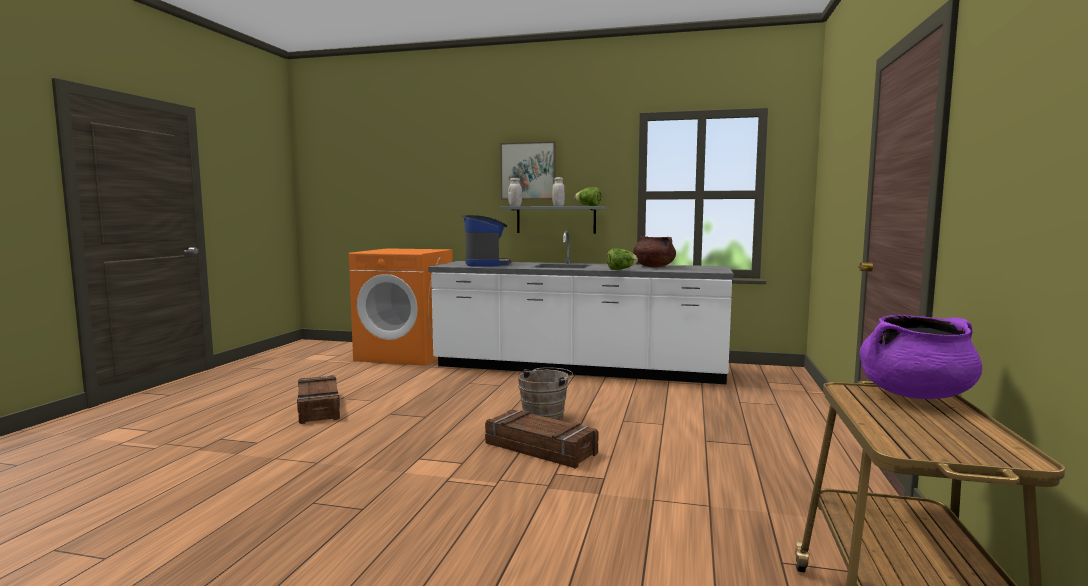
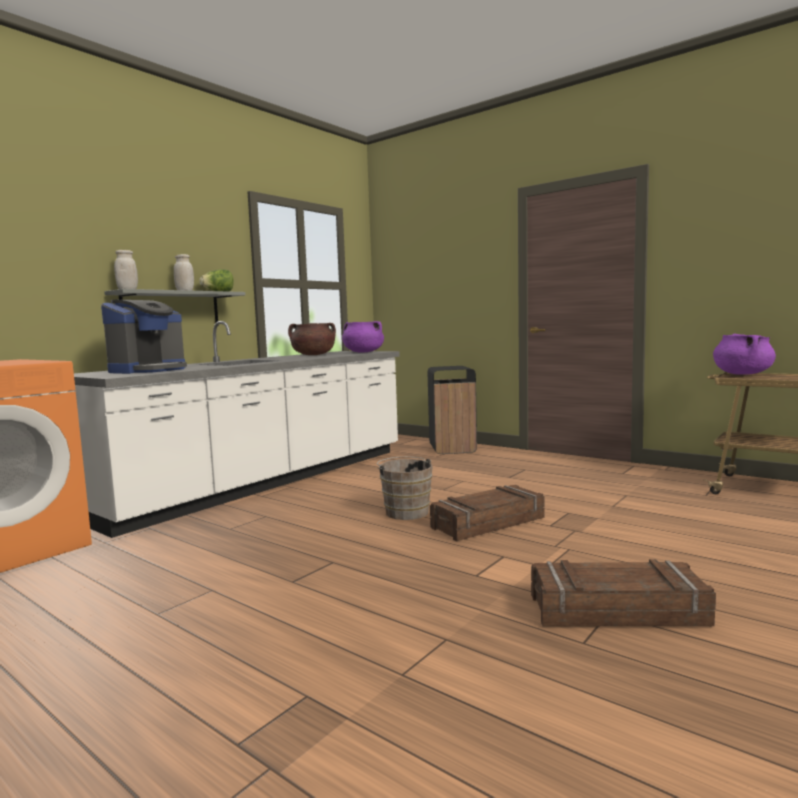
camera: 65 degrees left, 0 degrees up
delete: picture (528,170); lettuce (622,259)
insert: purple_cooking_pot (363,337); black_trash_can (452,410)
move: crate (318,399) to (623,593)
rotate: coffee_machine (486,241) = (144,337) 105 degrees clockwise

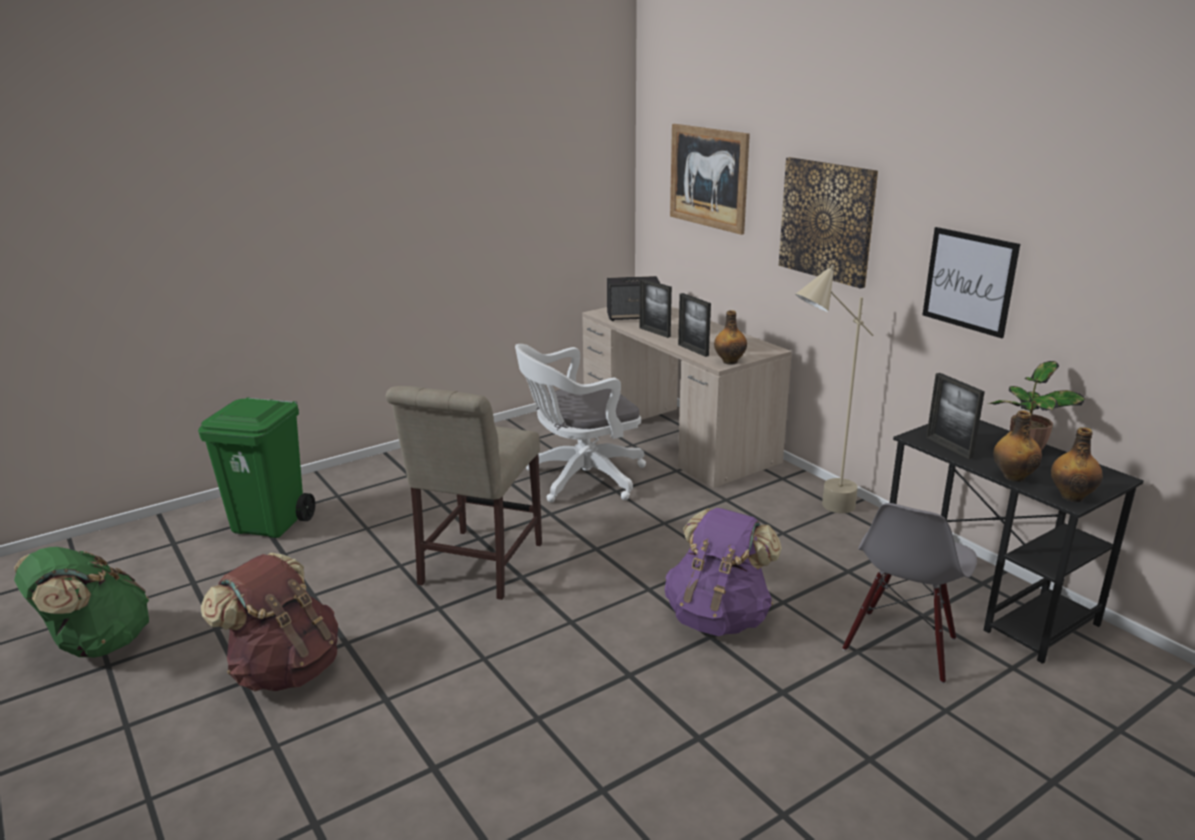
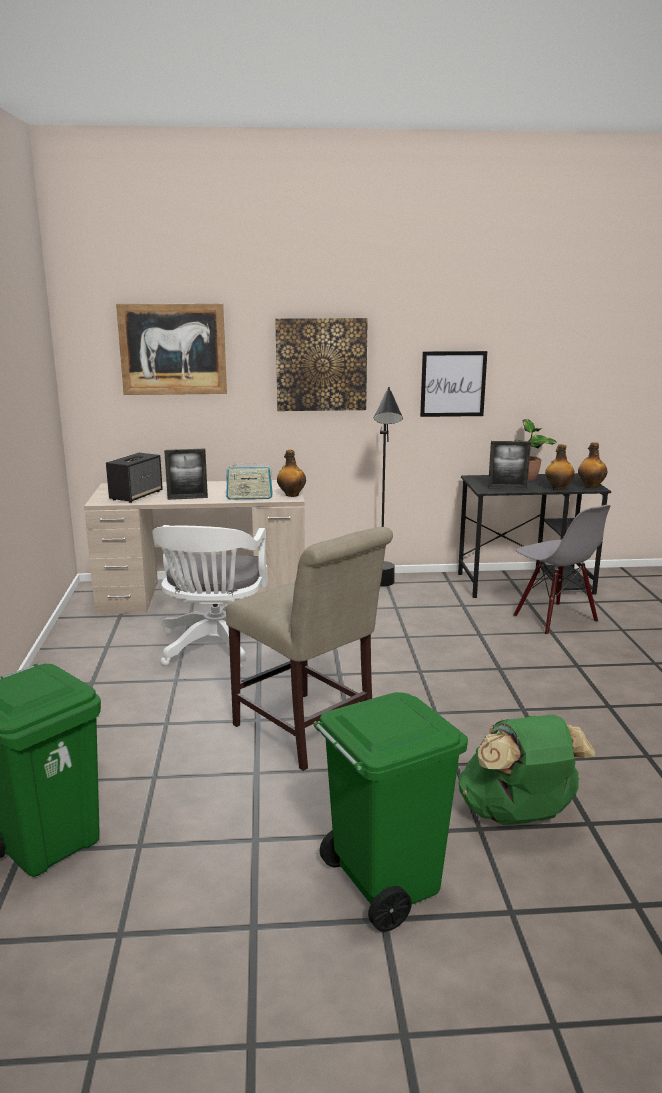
camera: 60 degrees left, 5 degrees down
delete: purple_backpack (723,572)
move: green_backpack (81,602) to (527,769)
replace: picture_frame (694,325) to radio (249,480); brown_backpack (269,622) to green_trash_can (390,812)
recolor: beige_floor_lamp (834,389) to black_floor_lamp (388,487)

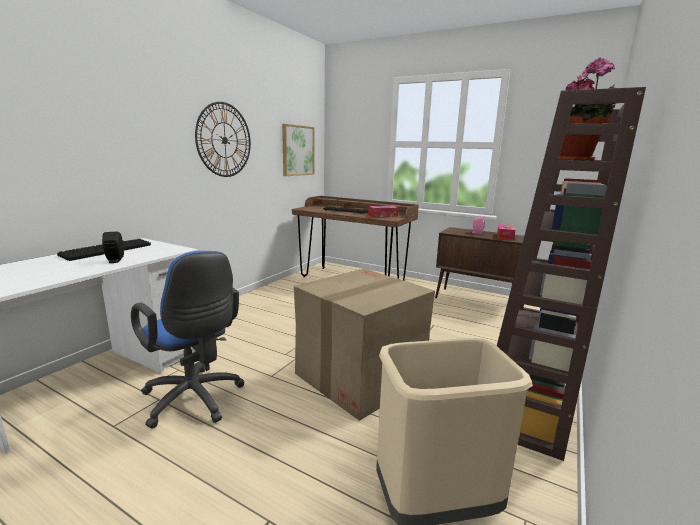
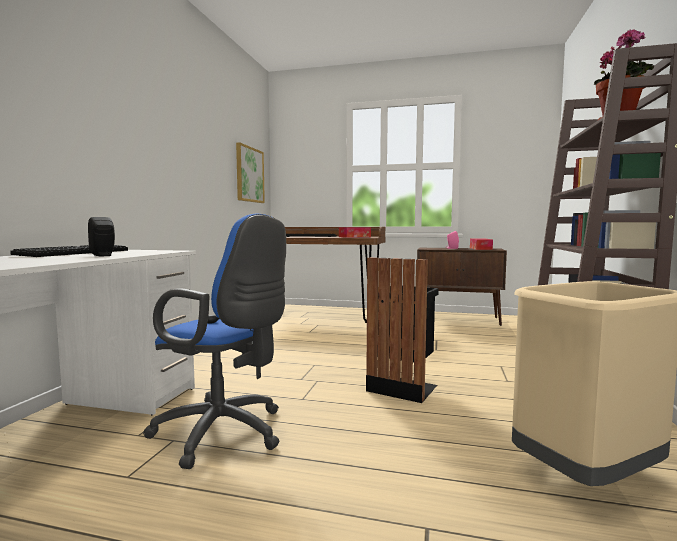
camera: 15 degrees left, 10 degrees down
delete: wall_clock (223,139)
replace: cardboard_box (364,344) to black_trash_can (402,330)

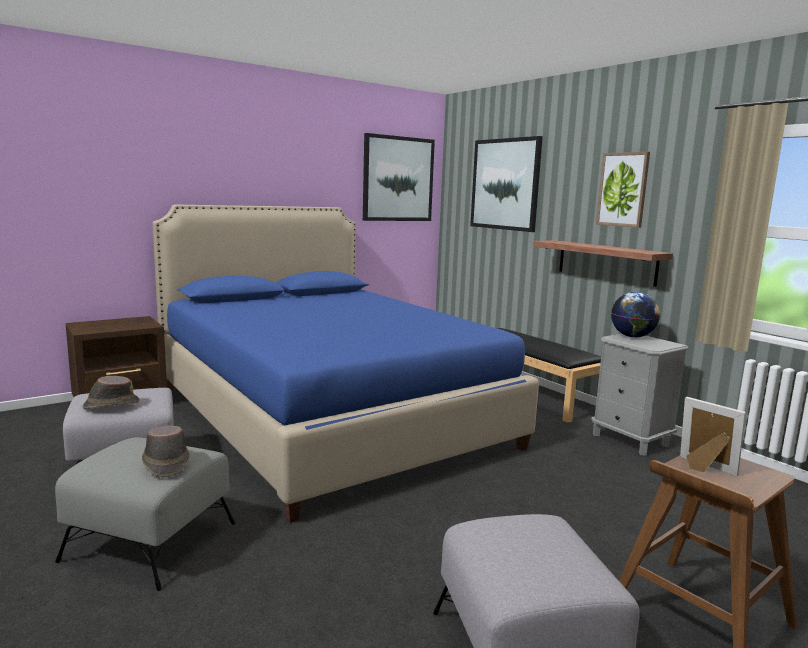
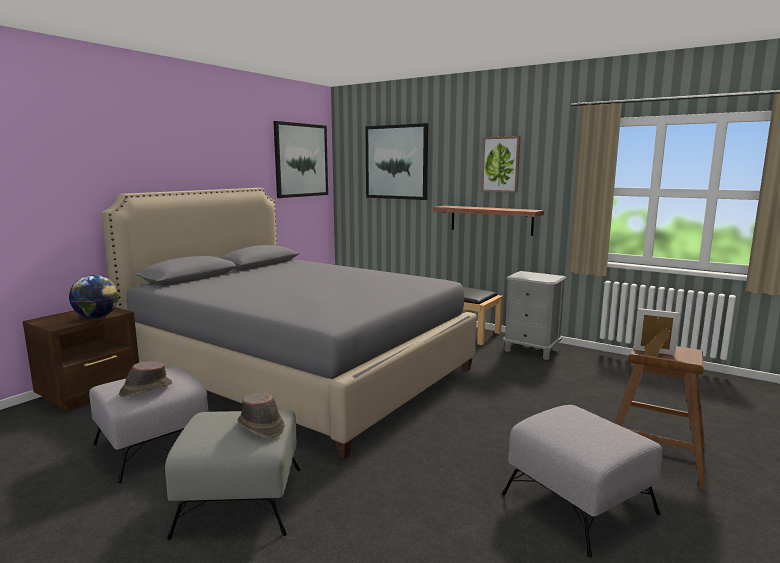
camera: 20 degrees left, 0 degrees up
move: globe (635,314) to (94,296)
recolor: blue_bed (345,363) to grey_bed (289,323)

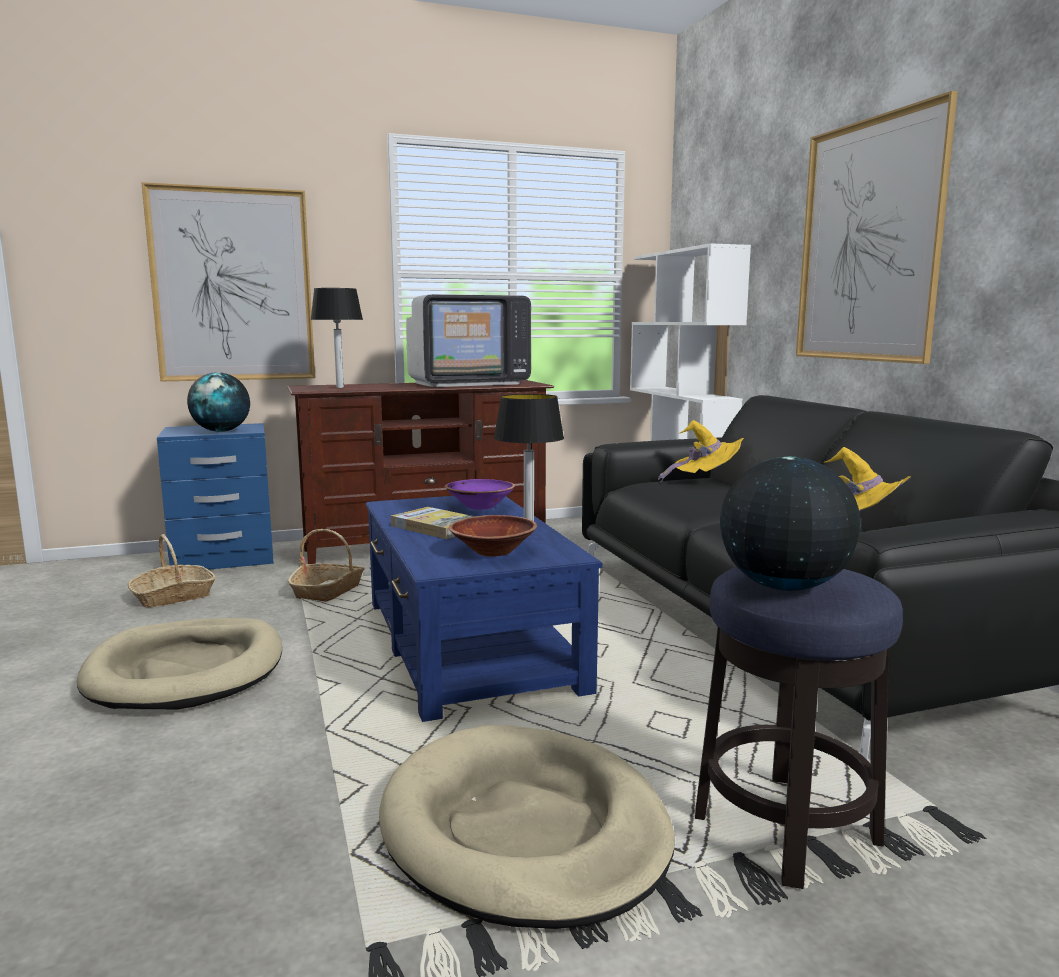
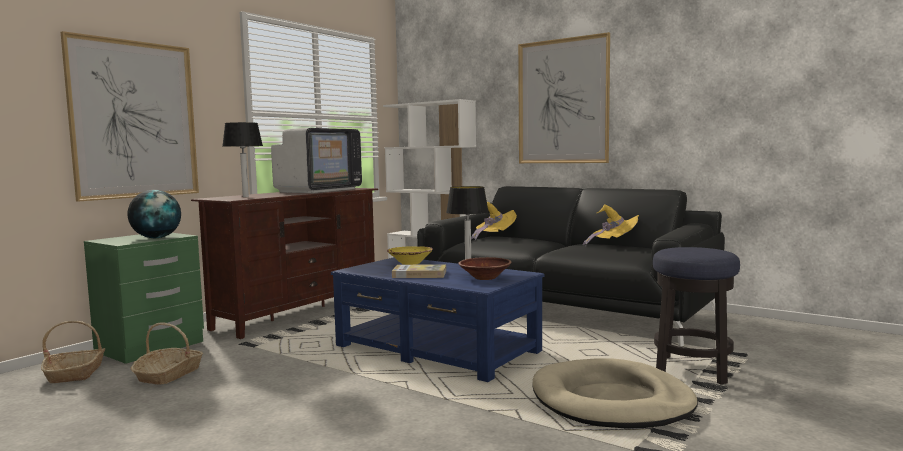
camera: 35 degrees left, 5 degrees down
delete: beige_dog_bed (179,664); globe (790,524)
move: basket (326,565) to (73,352)
recolor: blue_nightstand (215,496) to green_nightstand (144,298); purple_bowl (480,494) to yellow_bowl (410,255)

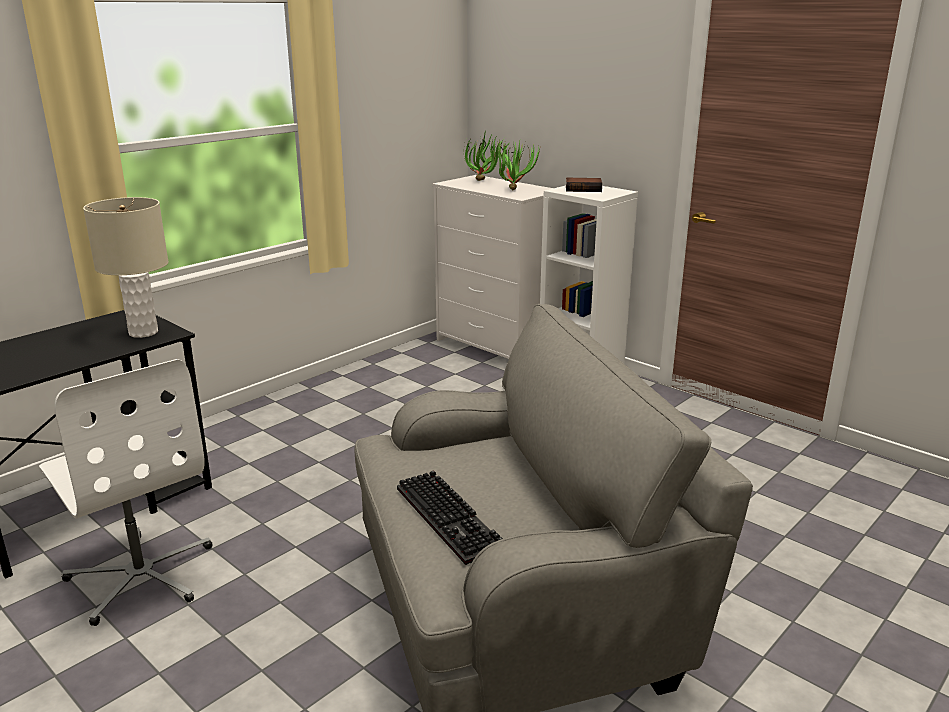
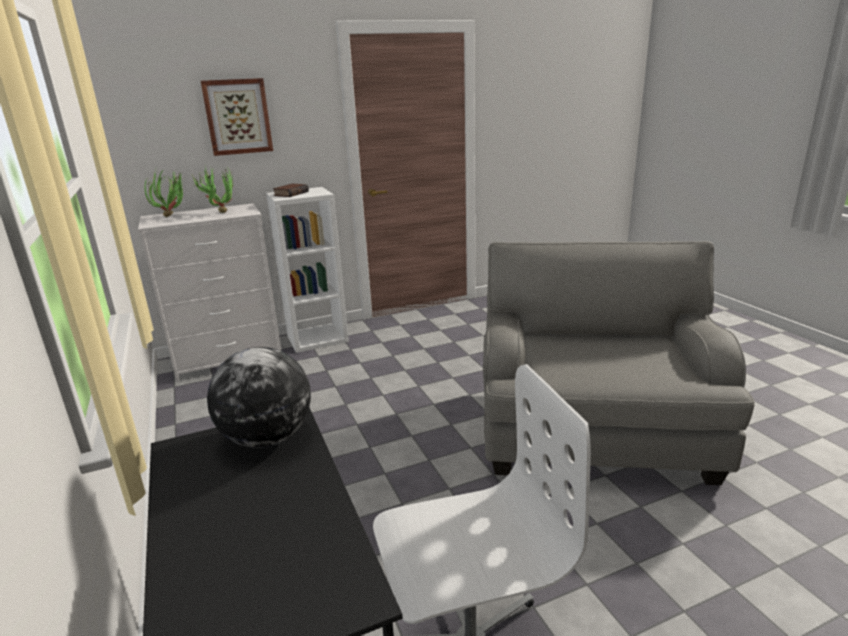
camera: 65 degrees left, 0 degrees up
delete: keyboard (450,517)
insert: picture (237,117)
replace: beige_table_lamp (126,267) to globe (259,397)

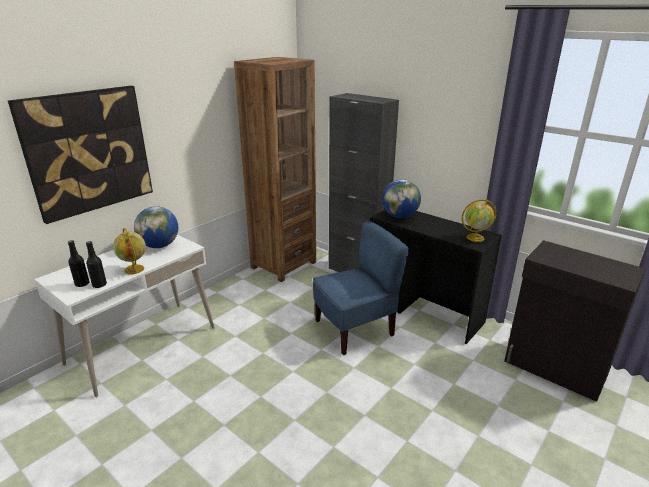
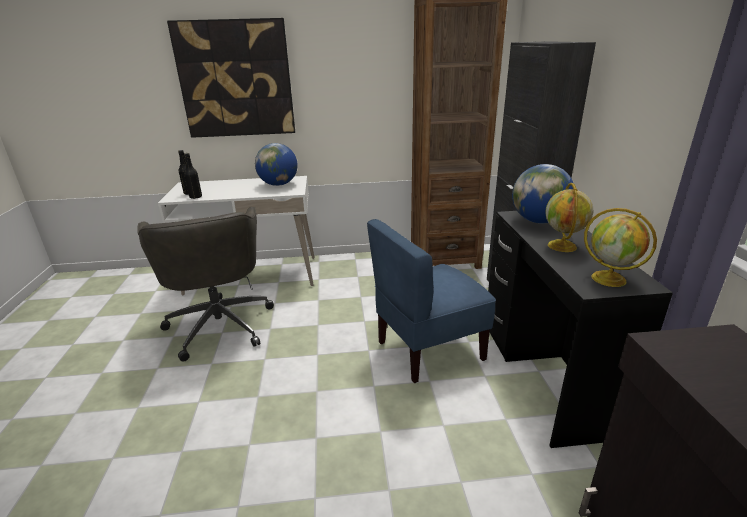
camera: 45 degrees right, 0 degrees up
insert: grey_office_chair (205,284)
move: globe (129,251) to (569,217)
rotate: blue_chair (361,288) = (431,301) 135 degrees clockwise

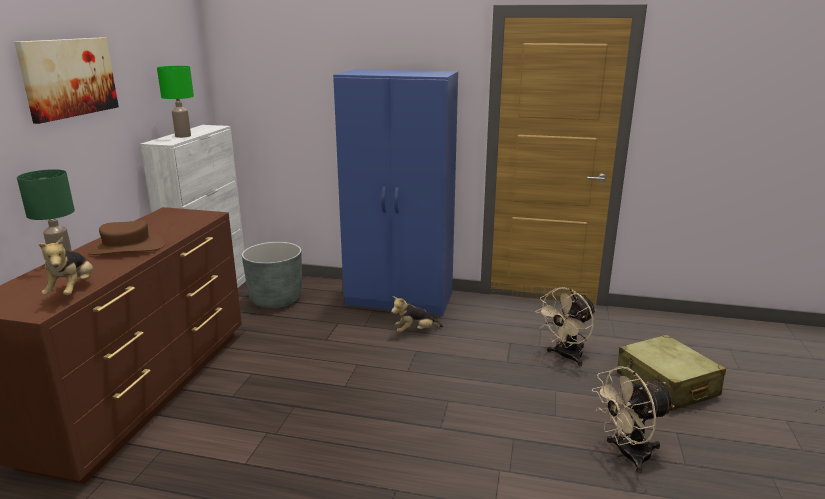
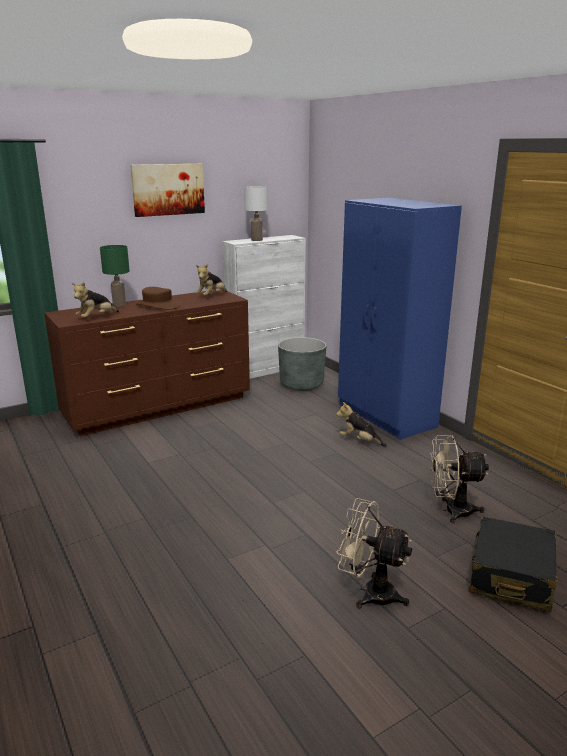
camera: 45 degrees right, 0 degrees up
insert: plush_toy (211,280)
recolor: green_table_lamp (175,102) to white_table_lamp (256,213); beige_suitcase (671,372) to black_suitcase (513,564)

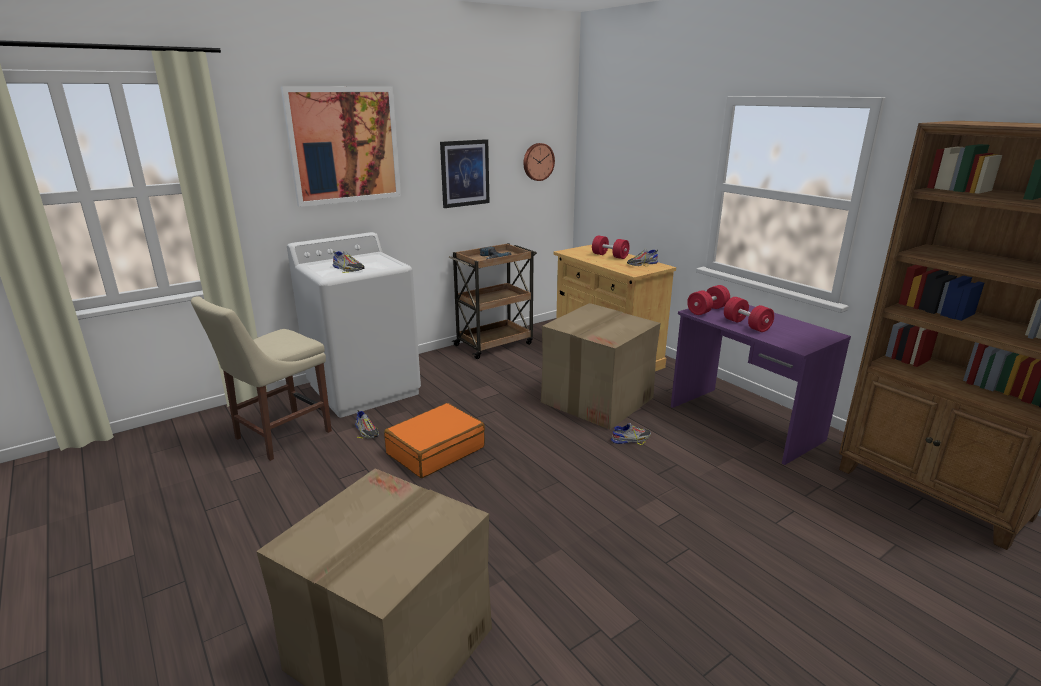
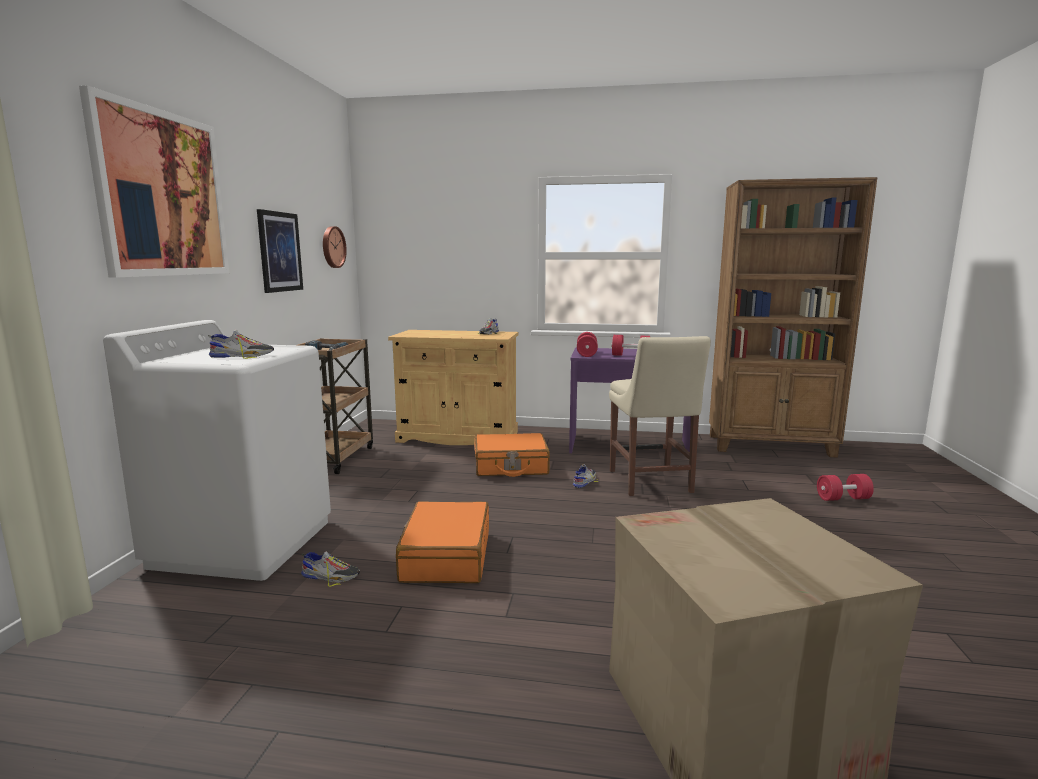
camera: 45 degrees left, 10 degrees down
move: beige_chair (261,378) to (660,416); red_dumbbell (611,247) to (845,487)
replace: cardboard_box (601,366) to orange_suitcase (512,455)

